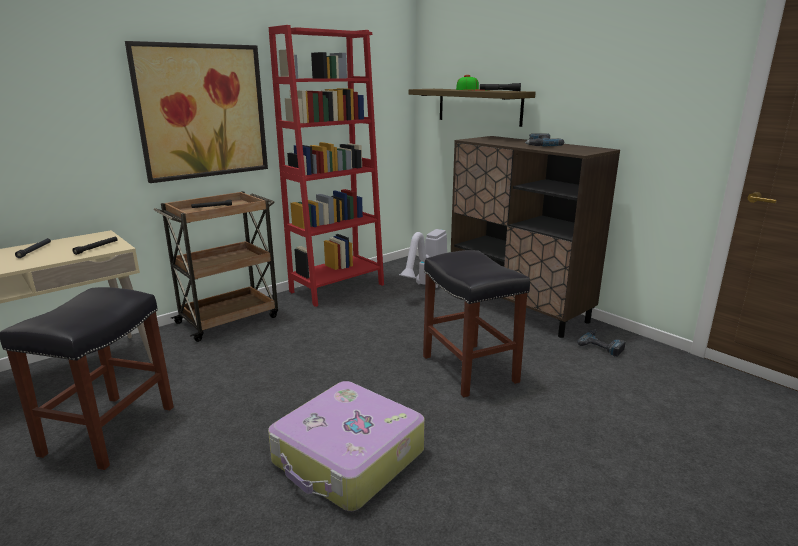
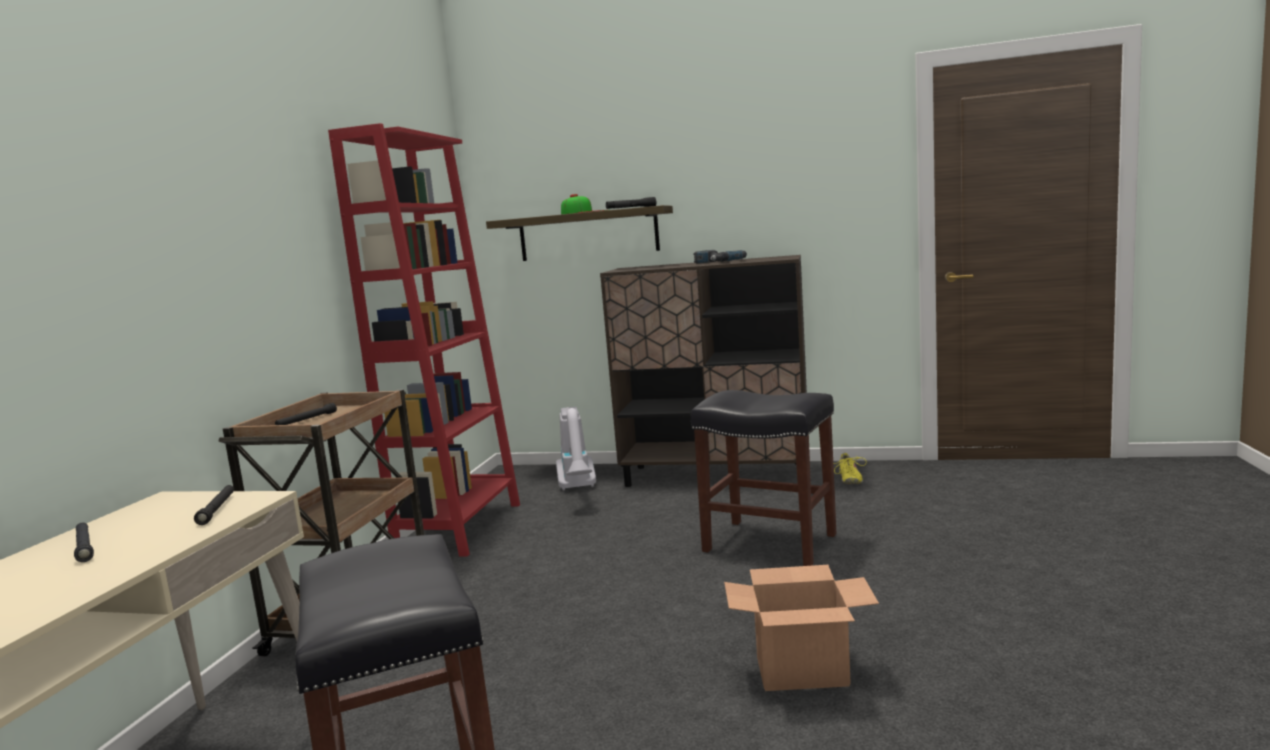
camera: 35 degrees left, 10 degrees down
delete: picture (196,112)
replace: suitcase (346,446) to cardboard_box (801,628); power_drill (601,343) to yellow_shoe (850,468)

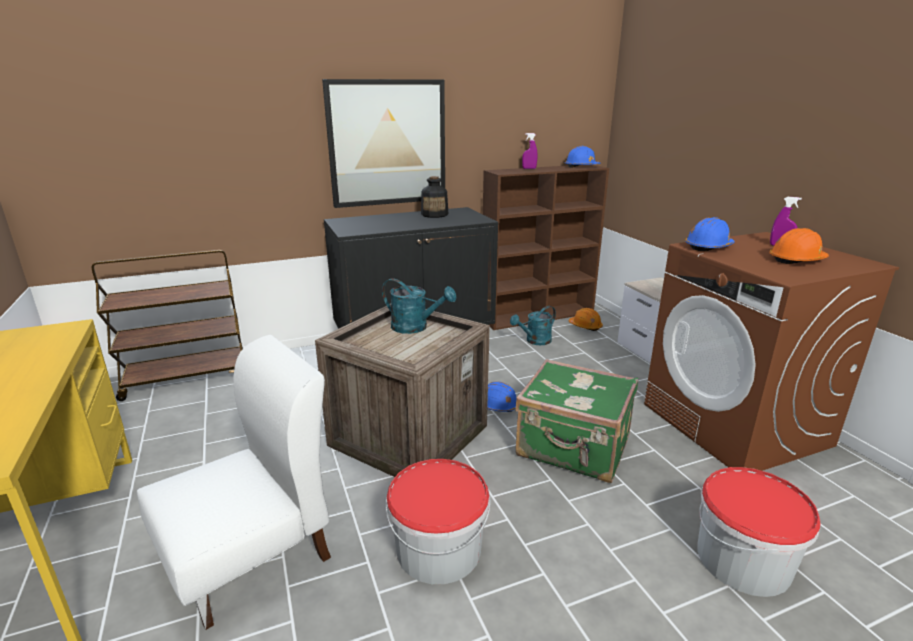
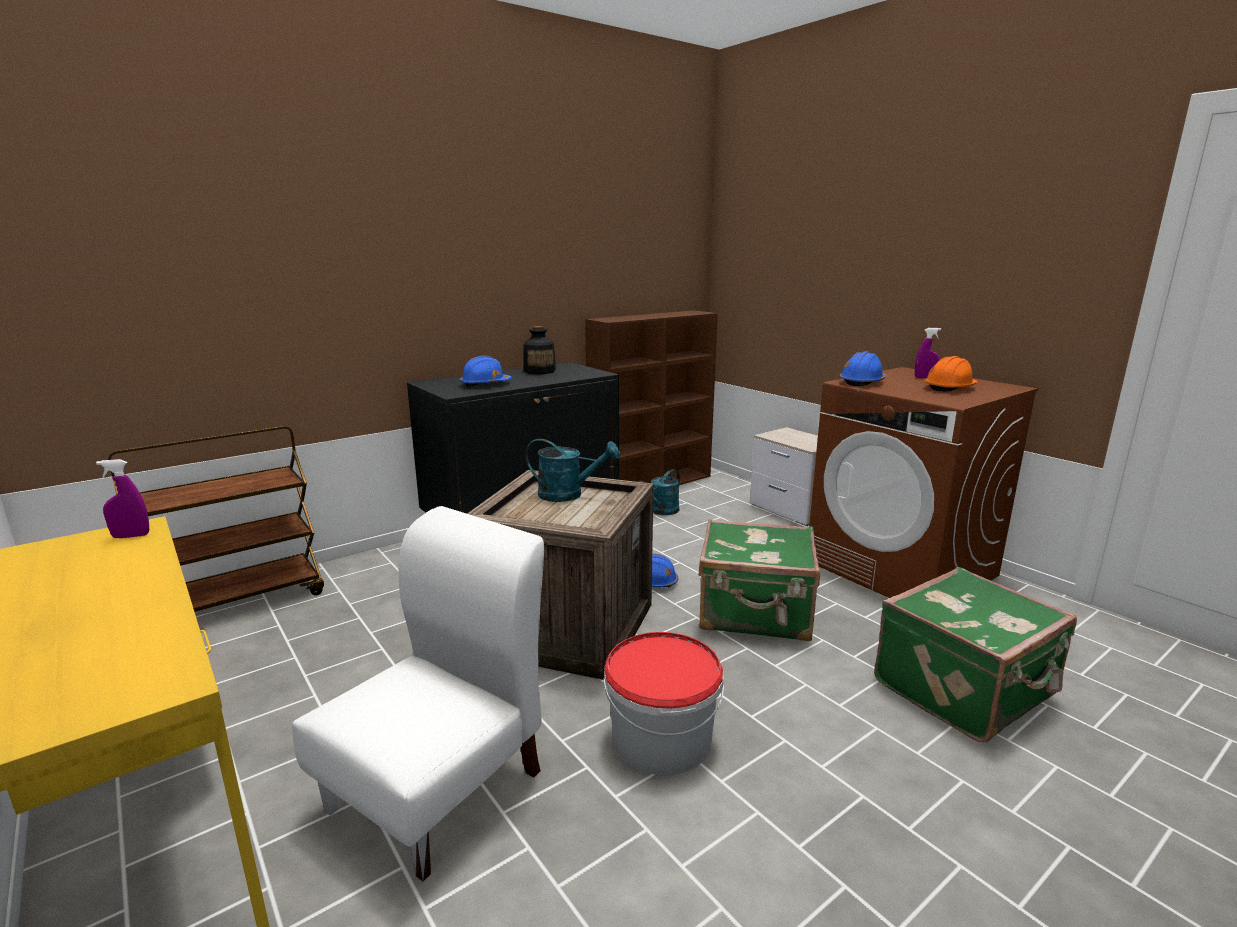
camera: 15 degrees left, 5 degrees down
delete: picture (383,143); orange_hard_hat (586,319)
move: purple_spray_bottle (530,151) to (122,498); blue_hard_hat (582,157) to (486,371)
replace: bucket (759,532) to green_suitcase (975,654)

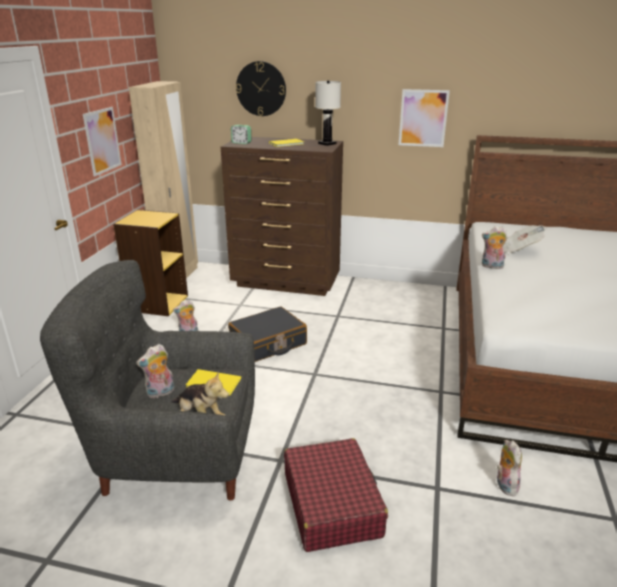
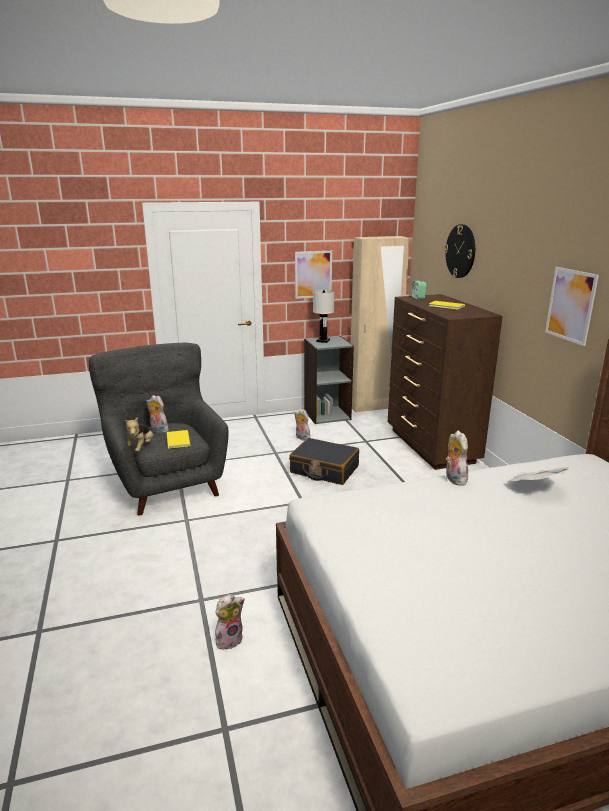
camera: 60 degrees right, 5 degrees down
delete: red_suitcase (336,495)
move: white_table_lamp (328,113) to (324,316)
recolor: yellow_bookcase (150,263) to grey_bookcase (329,380)

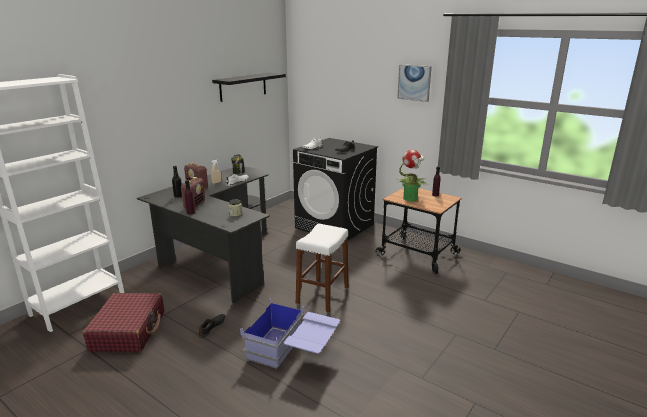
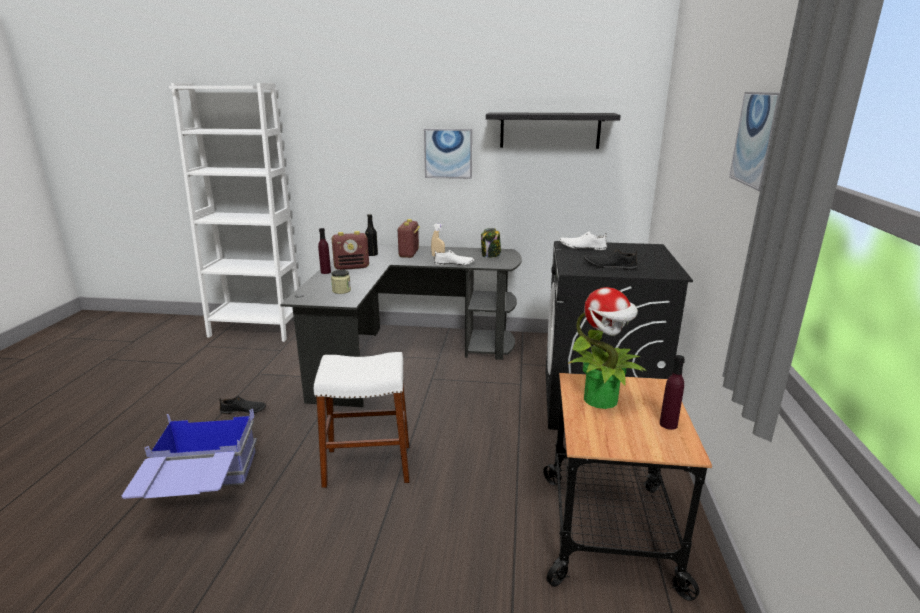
camera: 60 degrees right, 0 degrees up
delete: red_suitcase (123,322)
insert: picture (448,154)

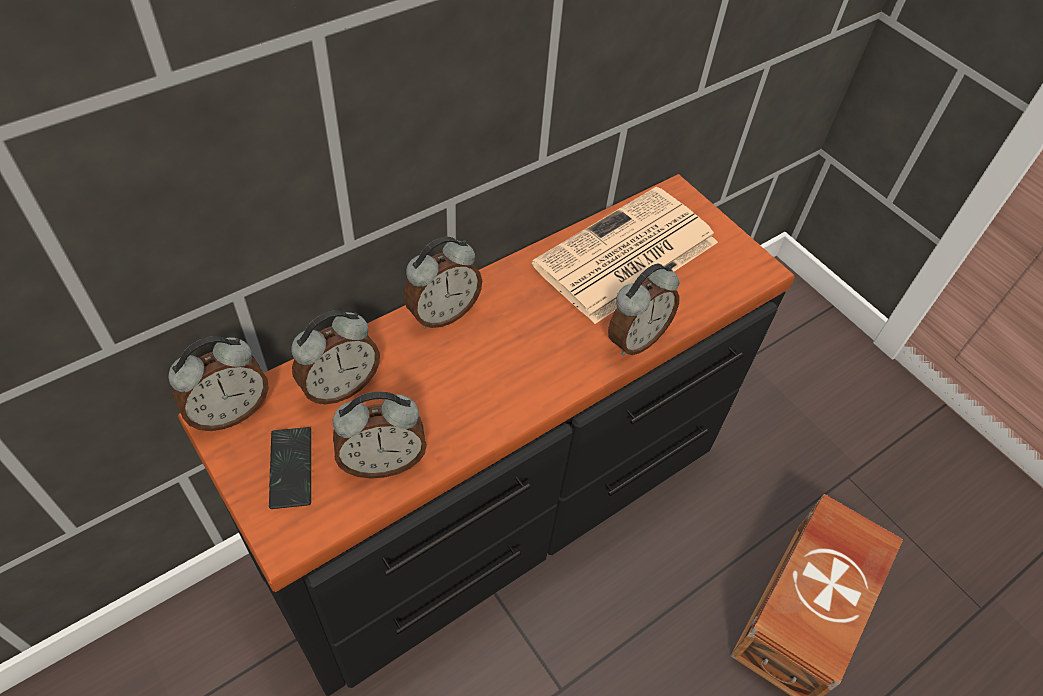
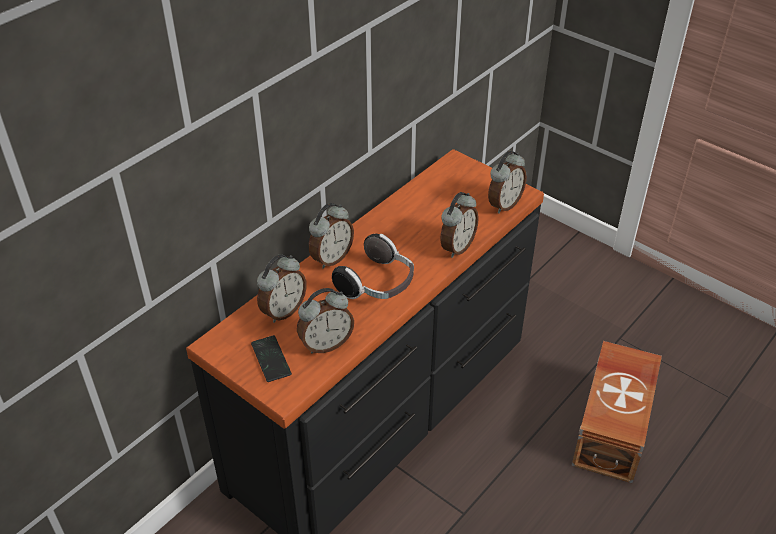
camera: 10 degrees left, 10 degrees down
delete: newspaper (624,255)
insert: headphones (373,266)
move: alarm_clock (218,383) to (507,182)

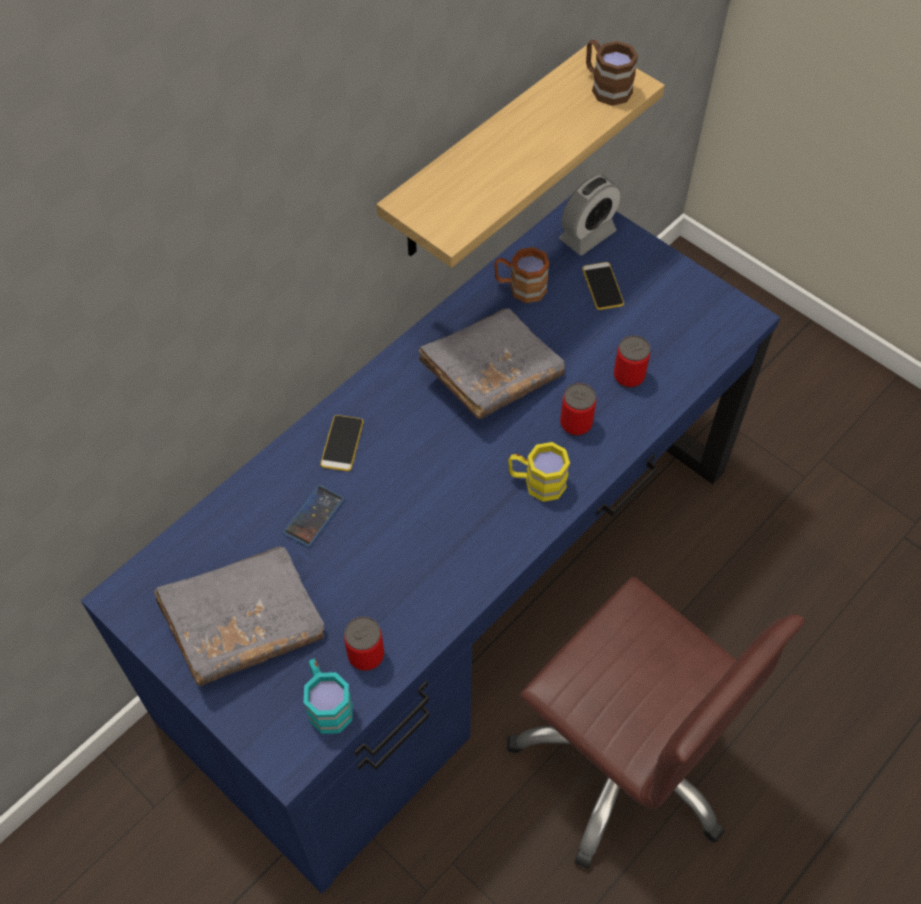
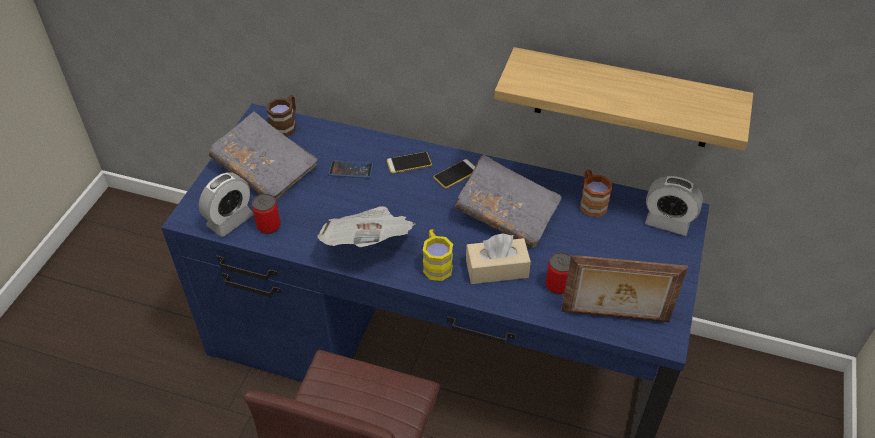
camera: 65 degrees right, 10 degrees down
insert: newspaper (366,226); picture_frame (624,288)
move: brown_mug (612,73) to (281,116); phone (603,286) to (454,174)
replace: turquoise_mug (328,696) to alarm_clock (226,204); can (578,409) to beige_tissue_box (498,259)

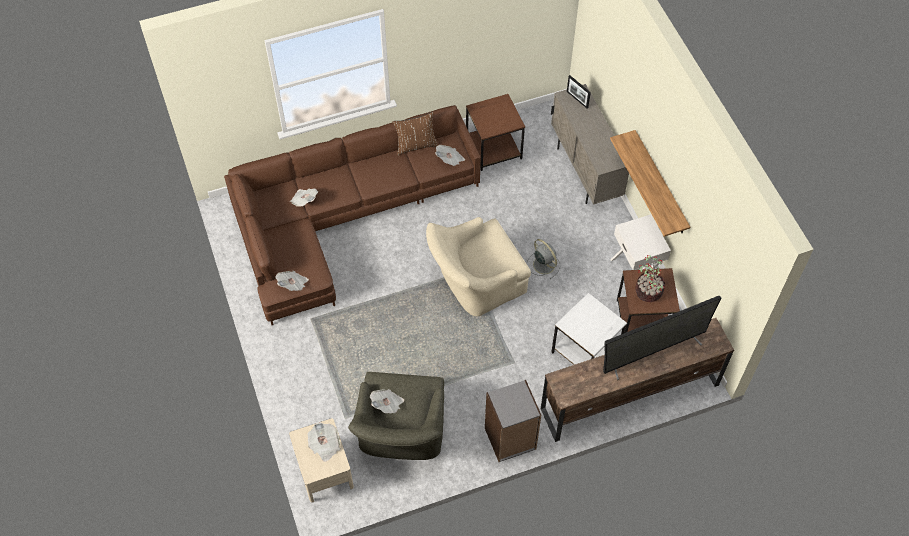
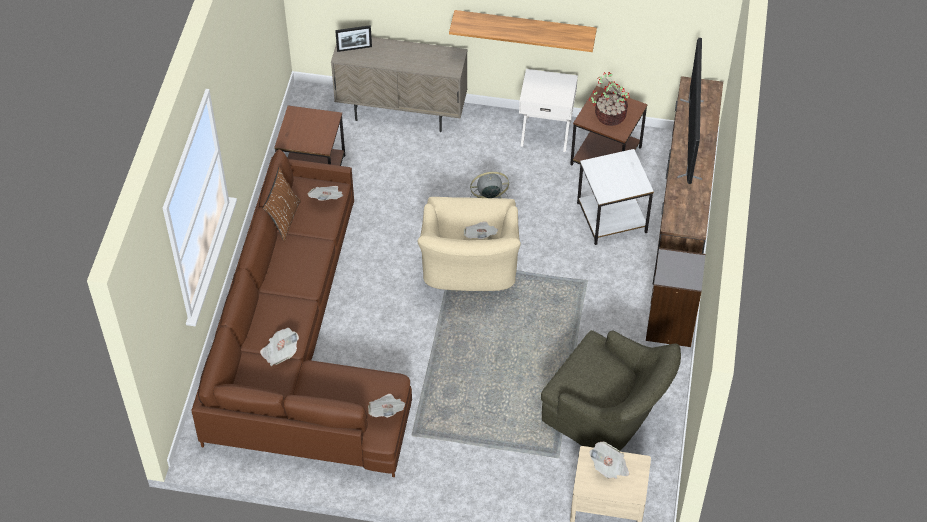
camera: 60 degrees left, 5 degrees down
move: newspaper (387,401) to (481,230)

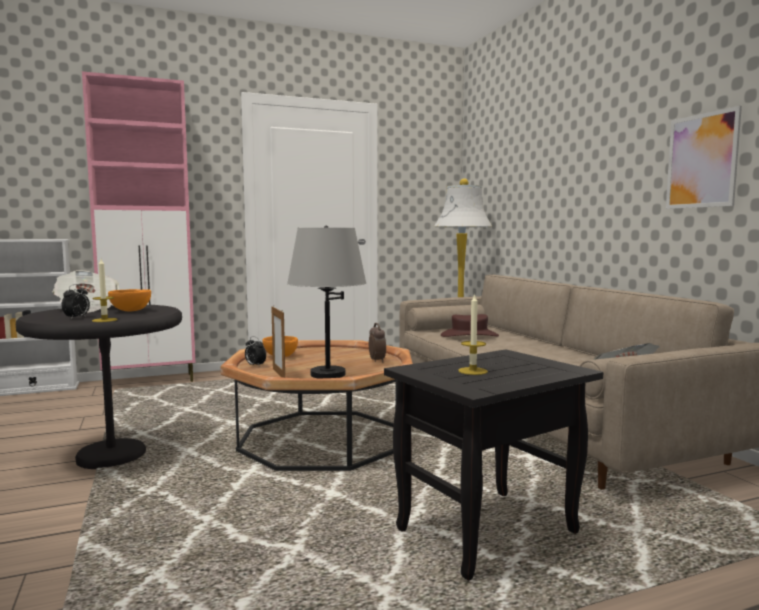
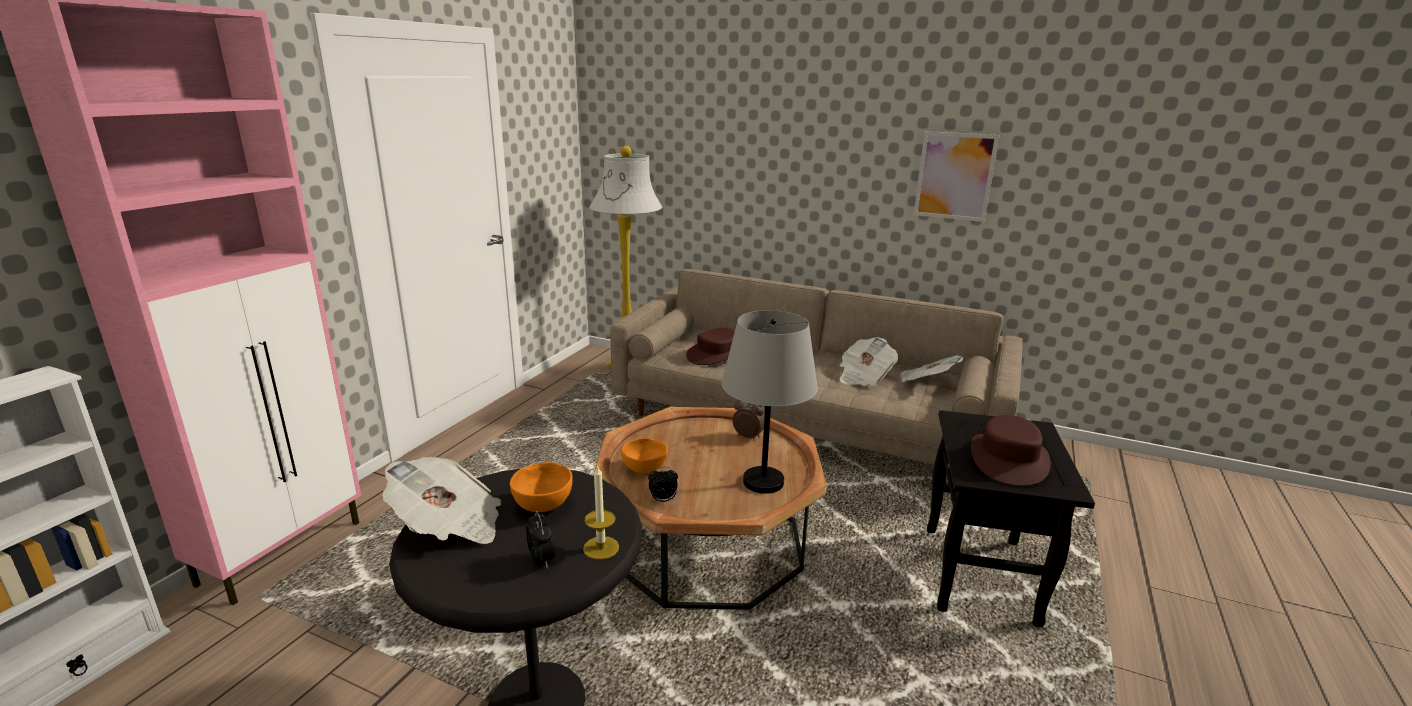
camera: 45 degrees left, 15 degrees up
delete: picture_frame (278,342)
insert: newspaper (868,361)
replace: candle (473,334) to brown_hat (1011,450)

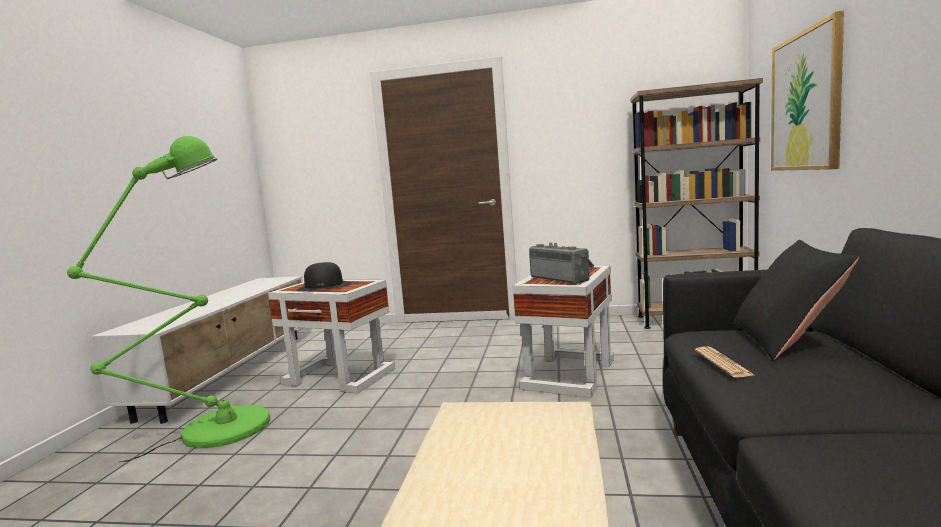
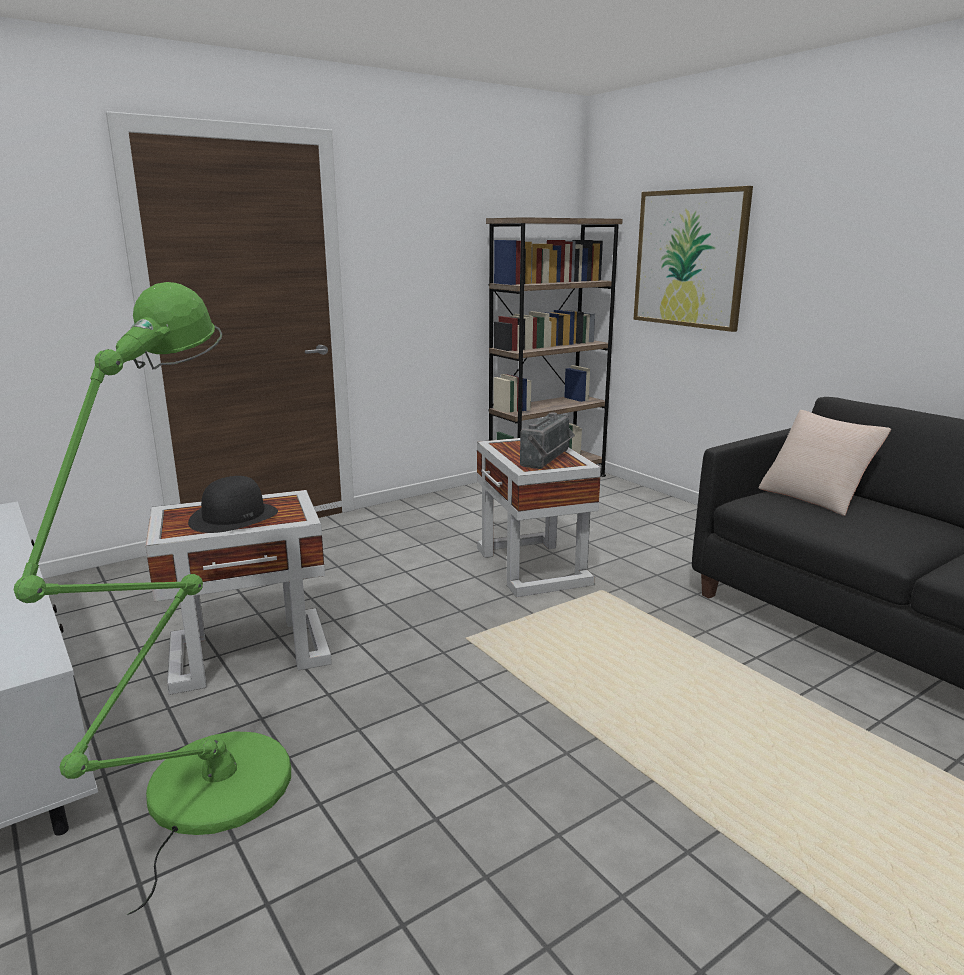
camera: 45 degrees left, 10 degrees up
delete: newspaper (724,362)
recolor: black_pillow (796,300) to beige_pillow (824,463)
rotate: radio (561,263) = (547,440) 105 degrees clockwise

